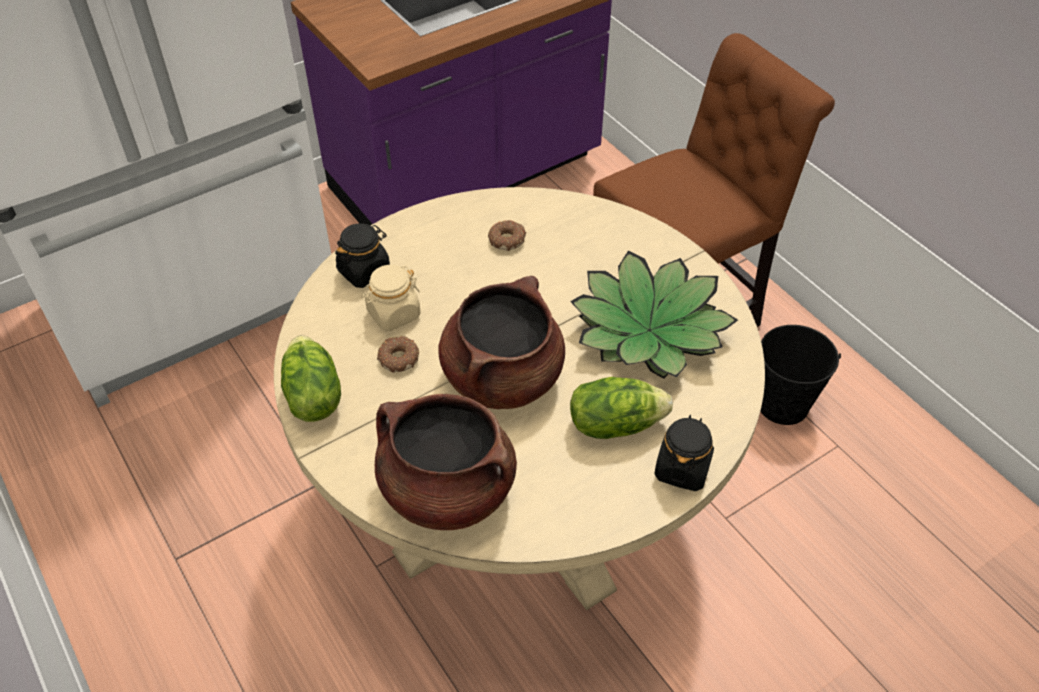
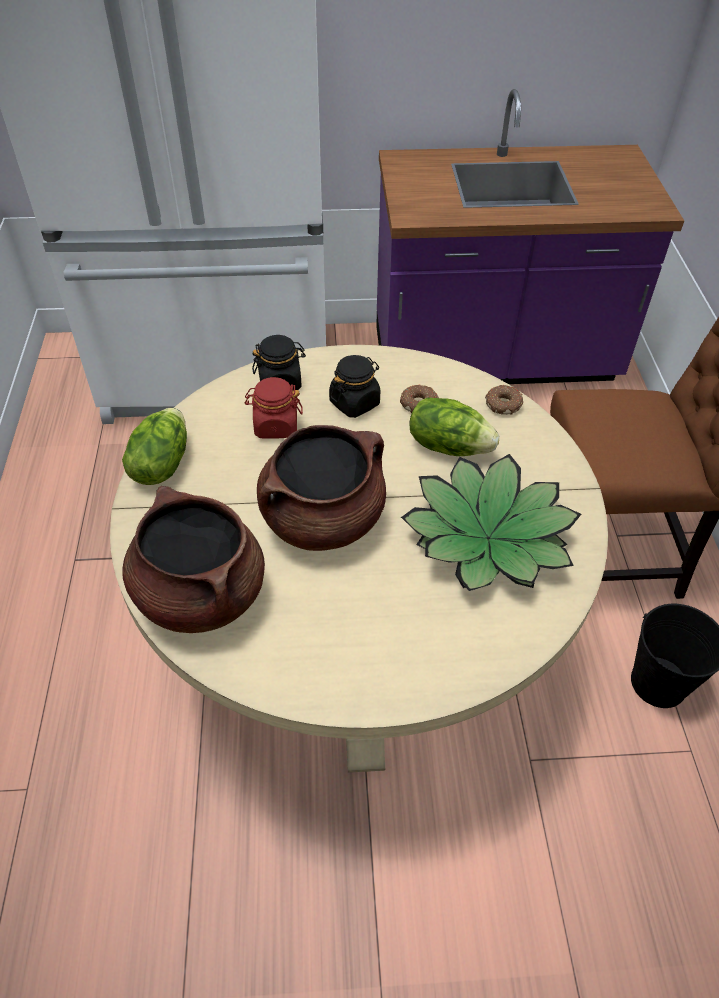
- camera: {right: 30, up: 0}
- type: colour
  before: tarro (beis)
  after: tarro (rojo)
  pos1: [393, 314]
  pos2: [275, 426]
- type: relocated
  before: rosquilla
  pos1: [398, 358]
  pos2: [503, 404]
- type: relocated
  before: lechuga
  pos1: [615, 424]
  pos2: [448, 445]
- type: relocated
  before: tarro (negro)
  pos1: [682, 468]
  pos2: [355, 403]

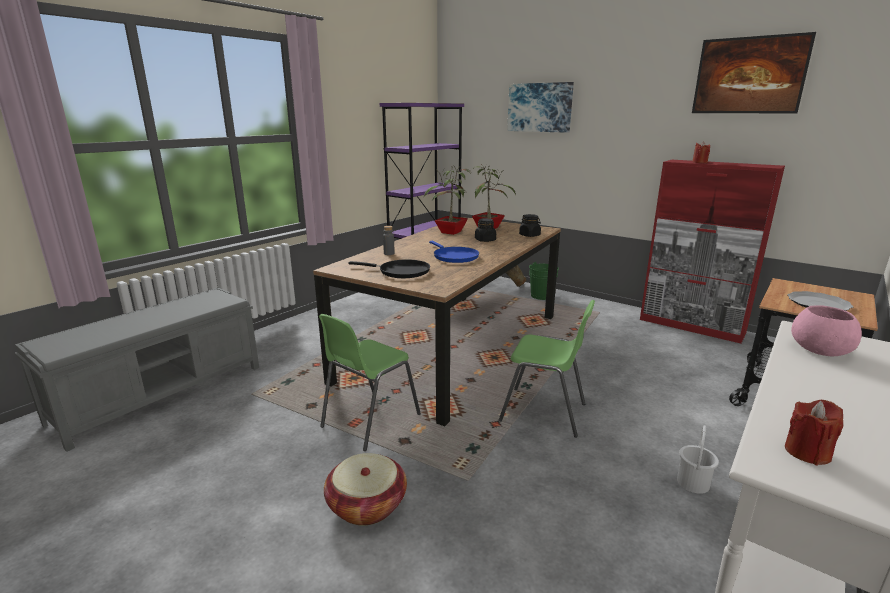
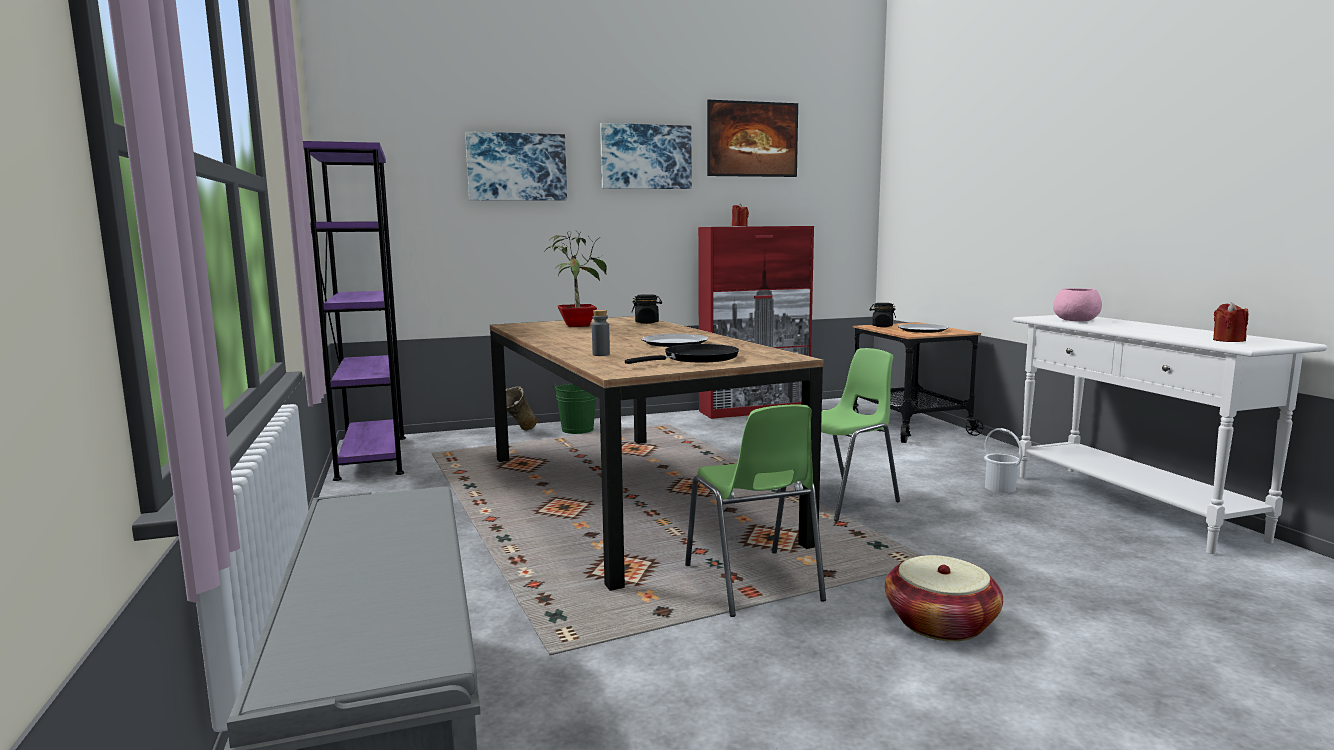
- camera: {right: -55, up: -10}
- type: missing
  before: planta en maceta
  pos1: [450, 232]
- type: exchanged
  before: sartén (azul)
  after: plato
  pos1: [454, 257]
  pos2: [675, 343]
- type: relocated
  before: tarro (negro)
  pos1: [485, 240]
  pos2: [882, 326]
- type: appeared
  after: cuadro
  pos2: [645, 157]

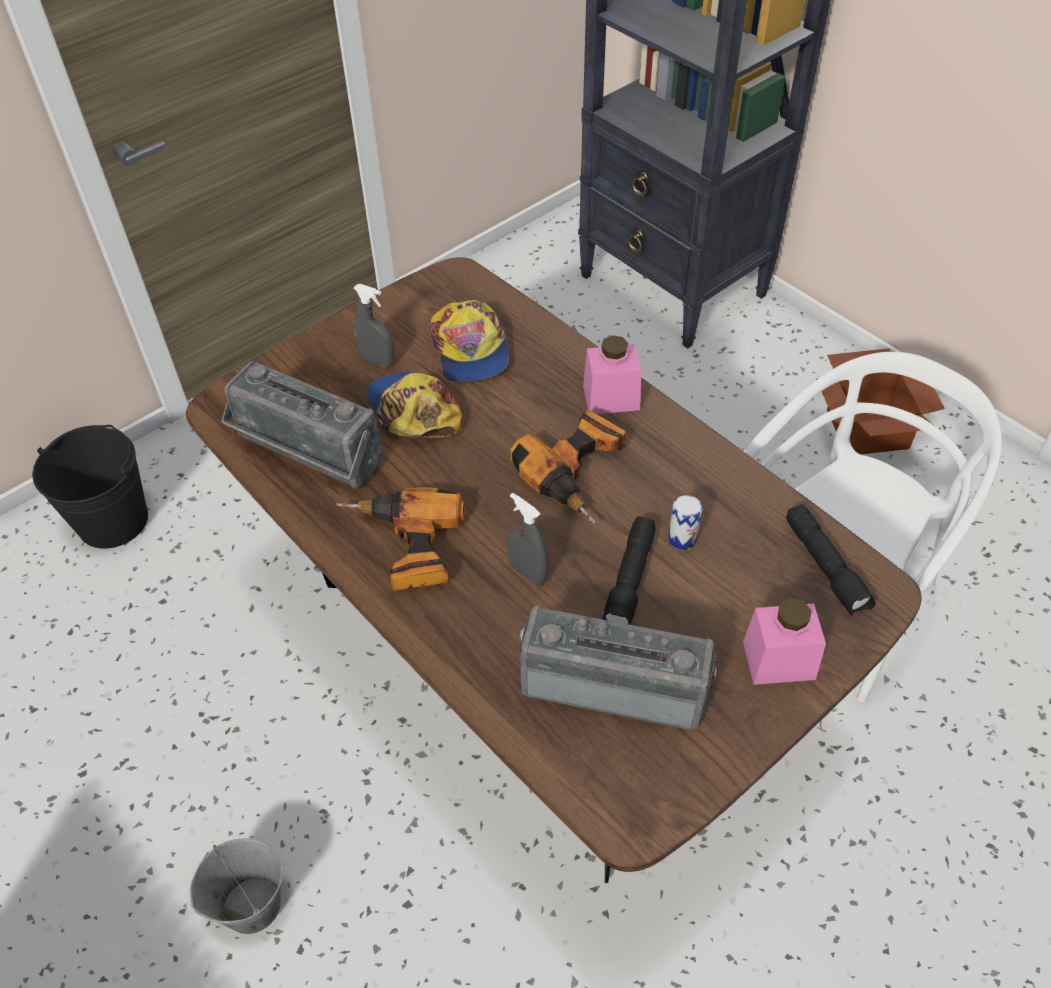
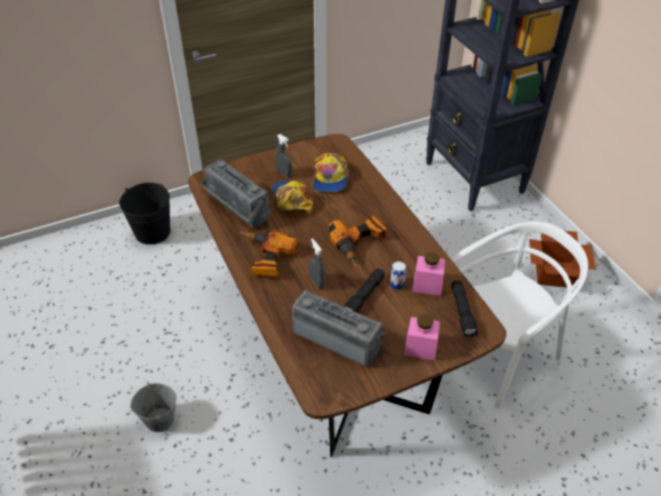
- camera: {right: 15, up: -5}
- type: relocated
  before: tarro (rosa)
  pos1: [611, 398]
  pos2: [427, 285]

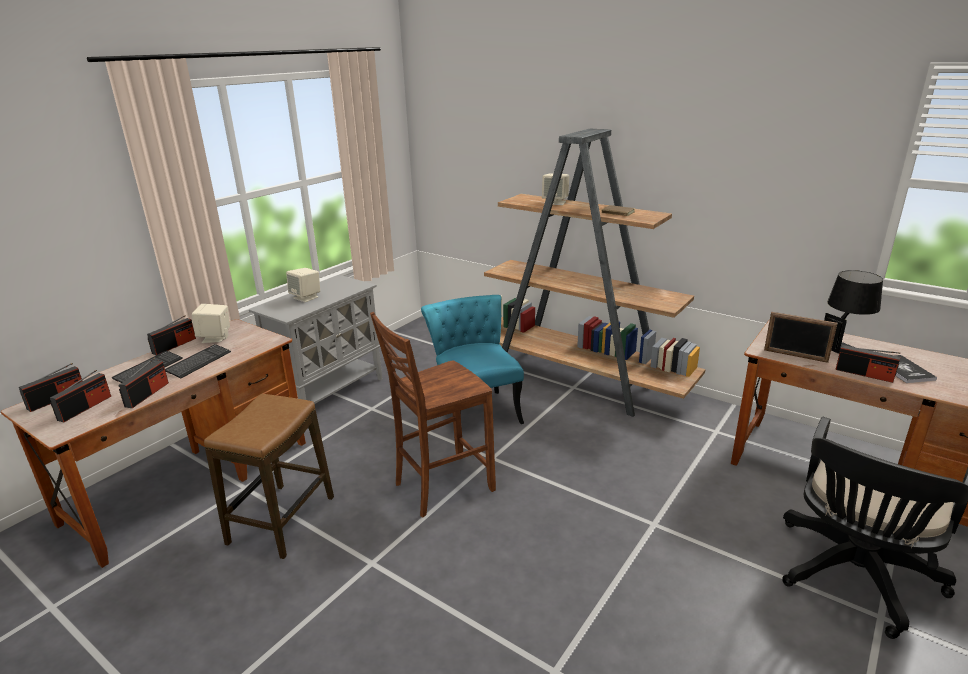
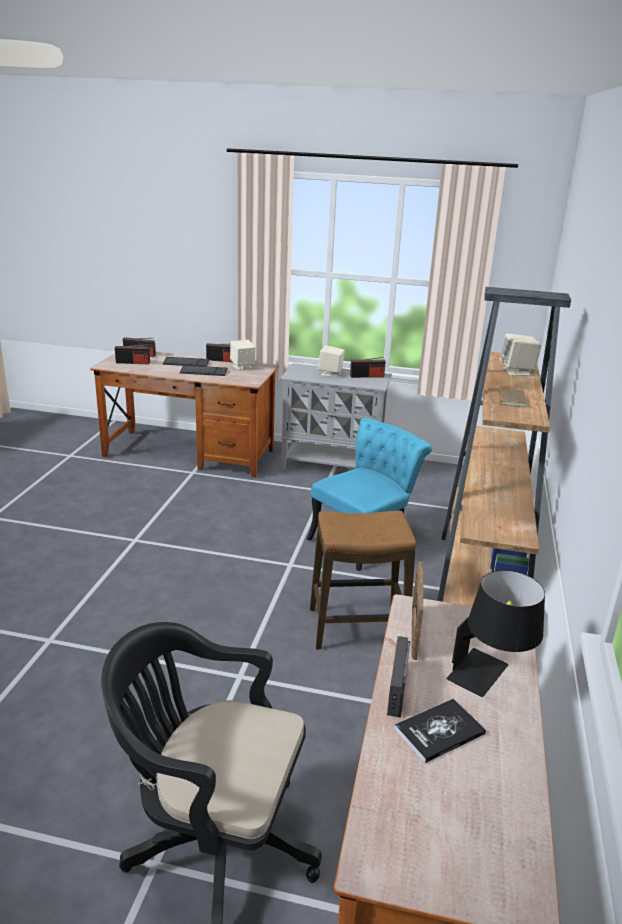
- camera: {right: 65, up: 0}
- type: relocated
  before: radio
  pos1: [147, 394]
  pos2: [367, 376]
- type: relocated
  before: taburete
  pos1: [282, 520]
  pos2: [357, 627]
- type: missing
  before: silla (marrón)
  pos1: [441, 486]

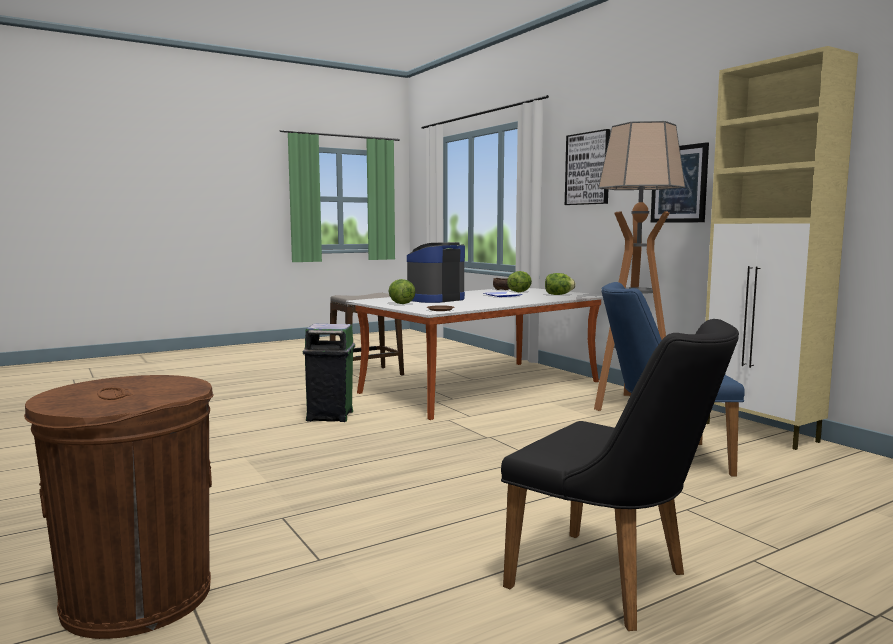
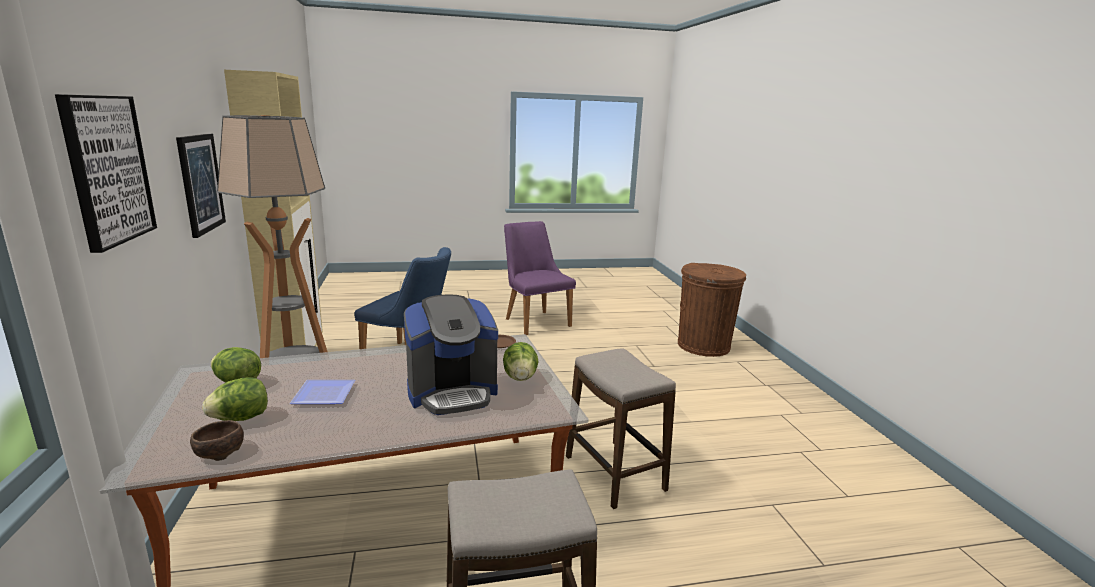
- camera: {right: -160, up: 10}
- type: exchanged
  before: papelera (verde)
  after: taburete
  pos1: [331, 416]
  pos2: [614, 473]
- type: colour
  before: silla (negro)
  after: silla (morado)
  pos1: [613, 583]
  pos2: [534, 320]

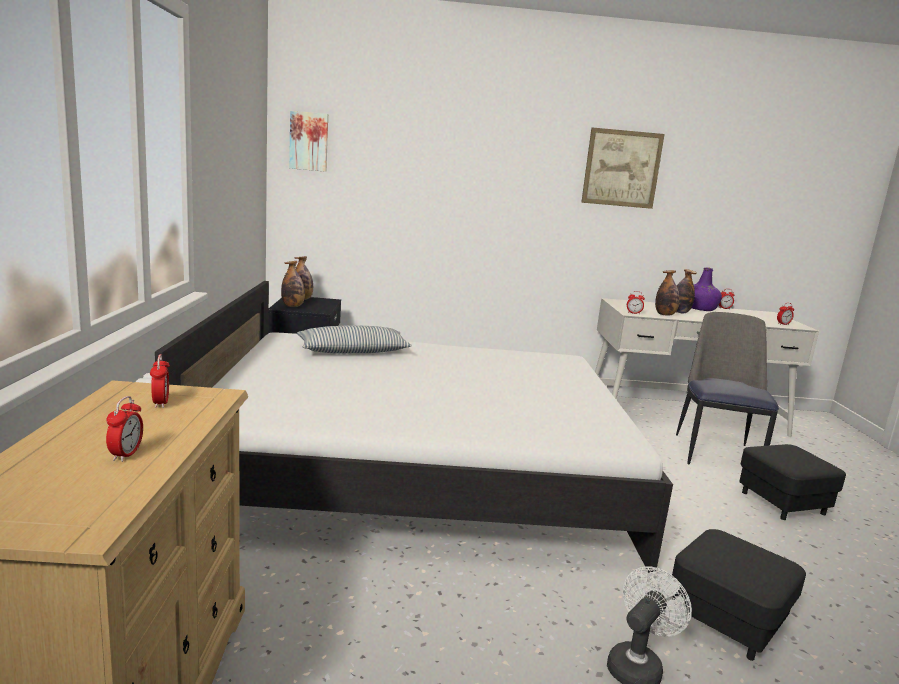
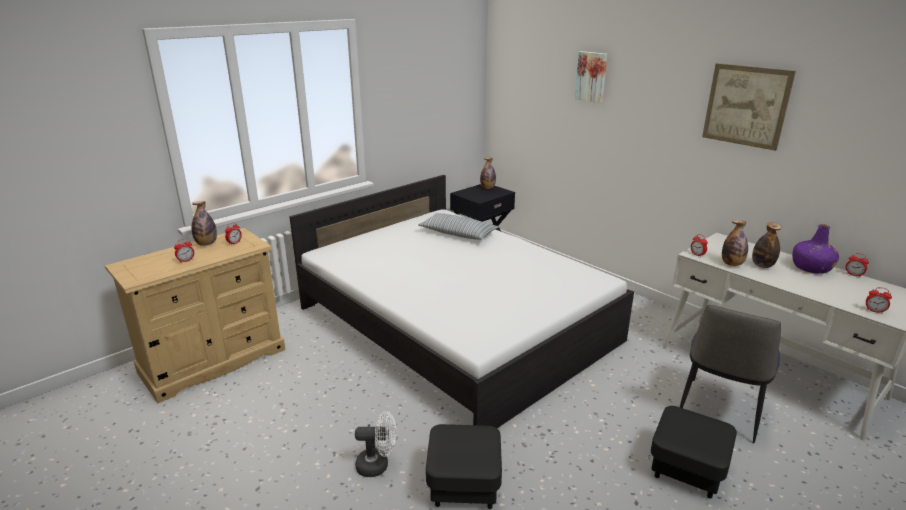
- camera: {right: 50, up: 10}
- type: relocated
  before: botella
  pos1: [293, 306]
  pos2: [206, 244]
- type: relocated
  before: cuadro
  pos1: [309, 141]
  pos2: [592, 76]
- type: spun
  before: silla
  pos1: [716, 453]
  pos2: [719, 411]
  turn: 150

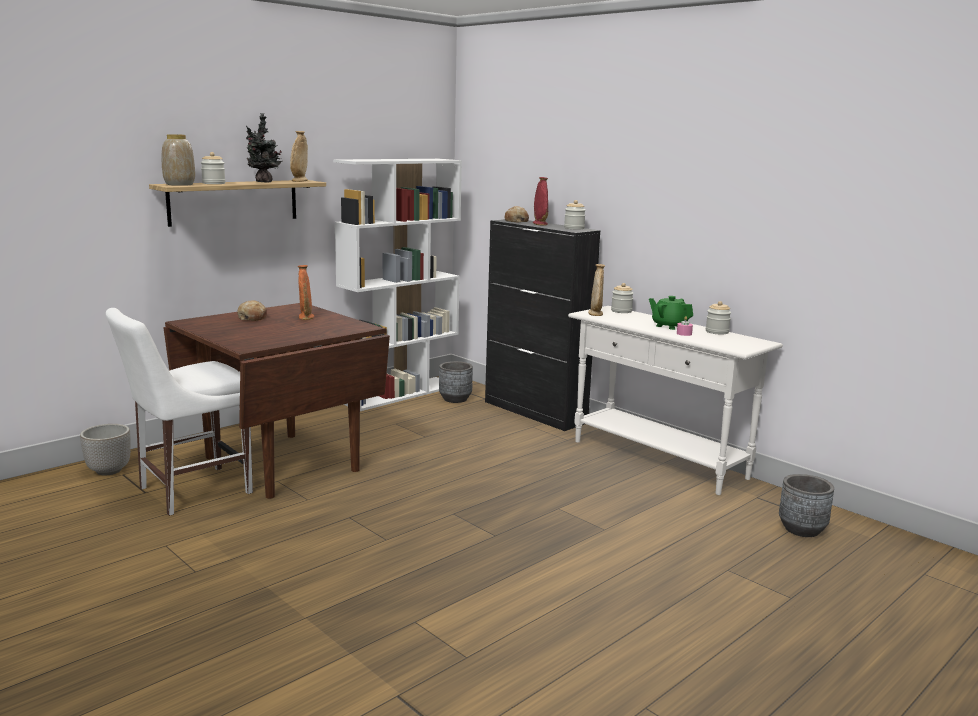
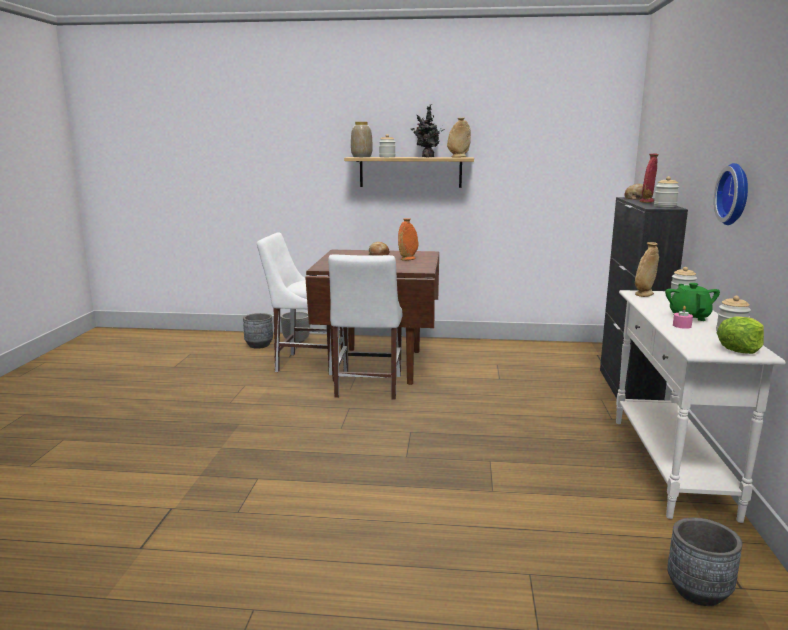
- camera: {right: 50, up: 0}
- type: missing
  before: estantería (blanco)
  pos1: [400, 393]
- type: relocated
  before: maceta (gris)
  pos1: [455, 399]
  pos2: [259, 345]
- type: appeared
  after: silla (blanco)
  pos2: [367, 387]
- type: appeared
  after: reloj de pared
  pos2: [736, 194]
- type: appeared
  after: lechuga
  pos2: [740, 349]

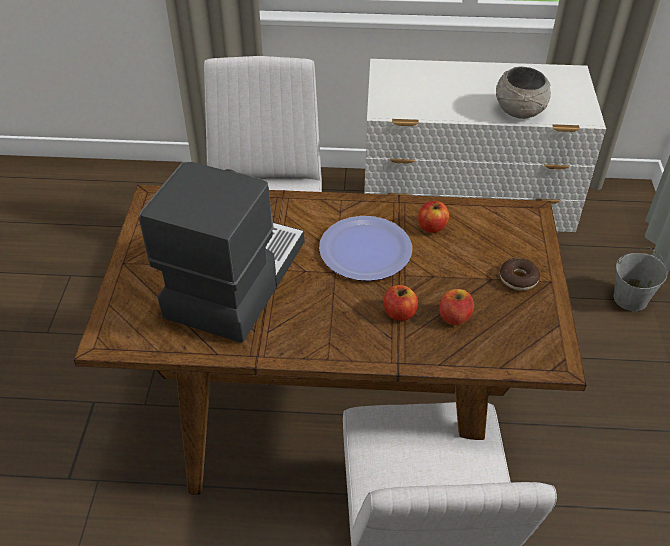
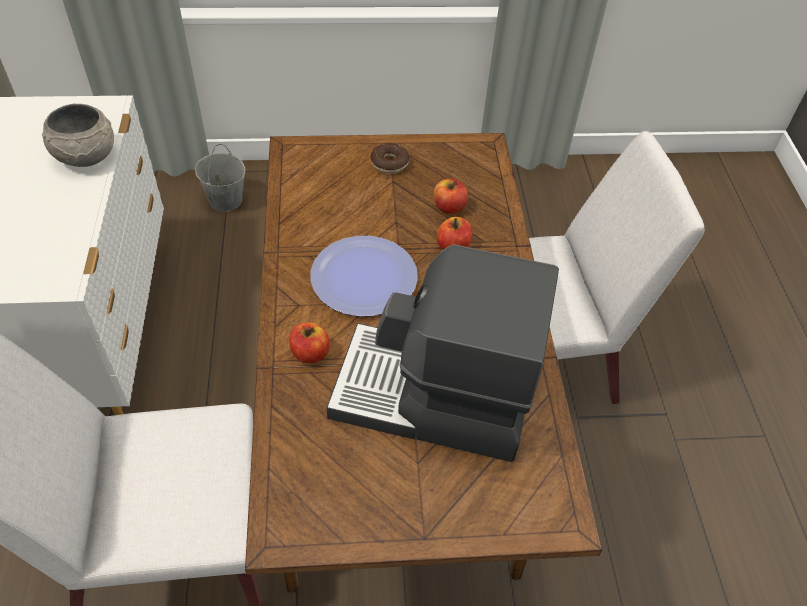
- camera: {right: -100, up: 5}
- type: relocated
  before: manzana
  pos1: [432, 227]
  pos2: [310, 353]

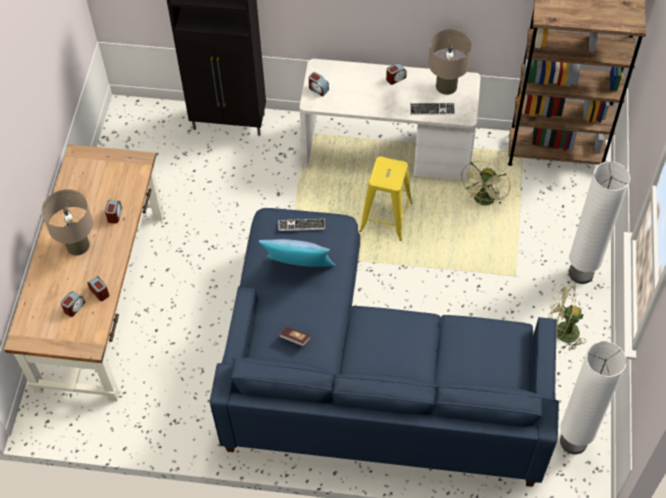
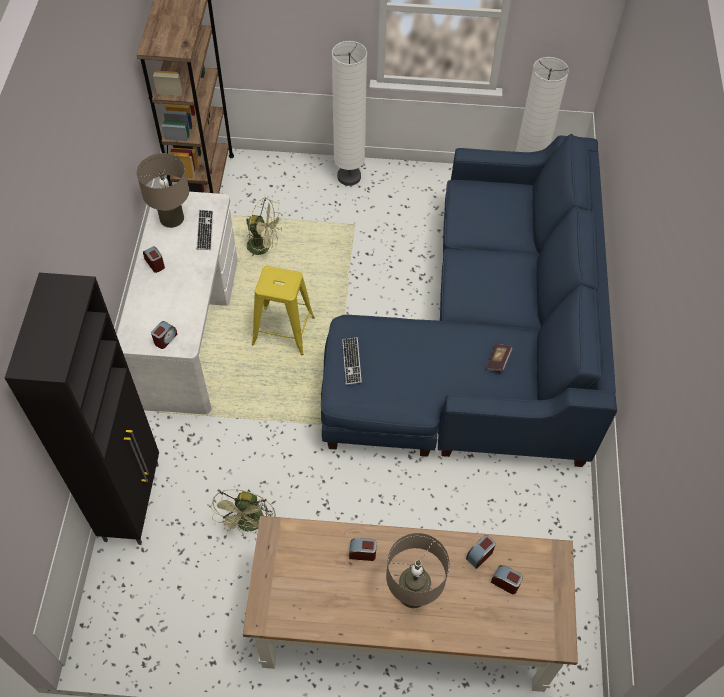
- camera: {right: -95, up: 0}
- type: missing
  before: cojín
  pos1: [298, 271]
- type: relocated
  before: ventilador (verde)
  pos1: [561, 332]
  pos2: [249, 525]

